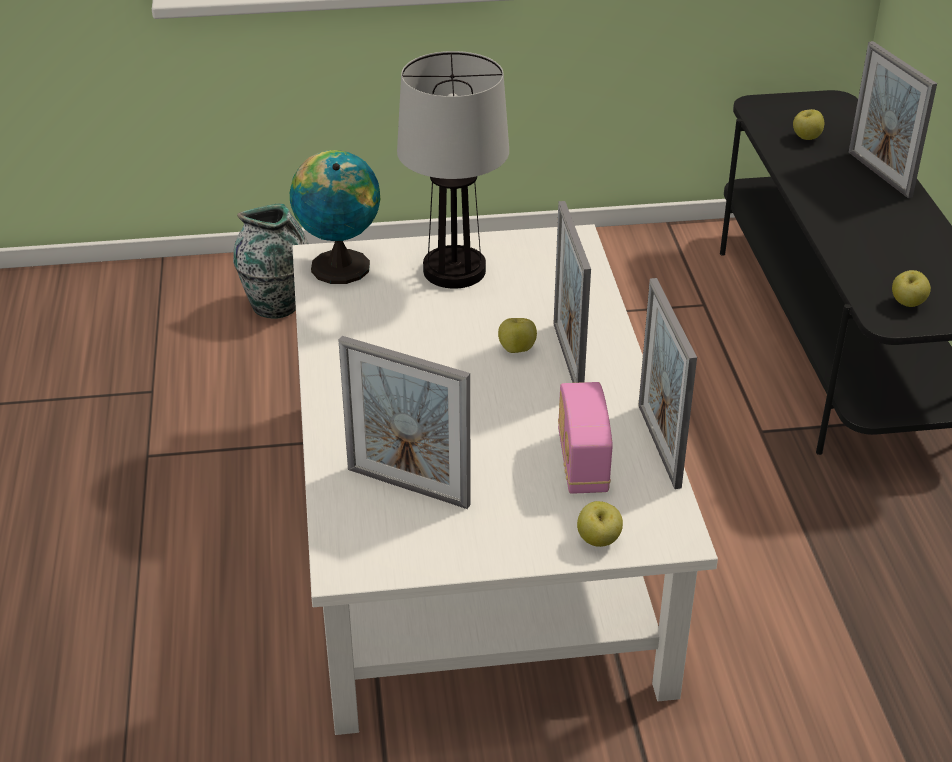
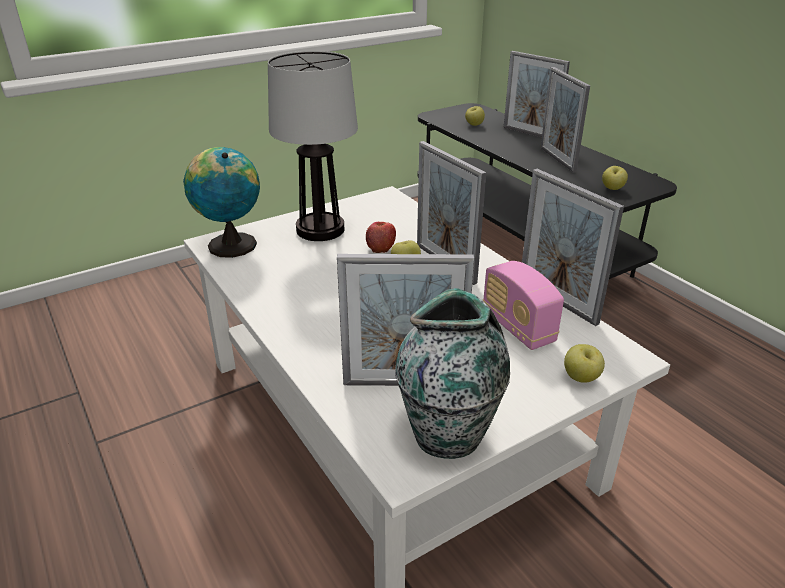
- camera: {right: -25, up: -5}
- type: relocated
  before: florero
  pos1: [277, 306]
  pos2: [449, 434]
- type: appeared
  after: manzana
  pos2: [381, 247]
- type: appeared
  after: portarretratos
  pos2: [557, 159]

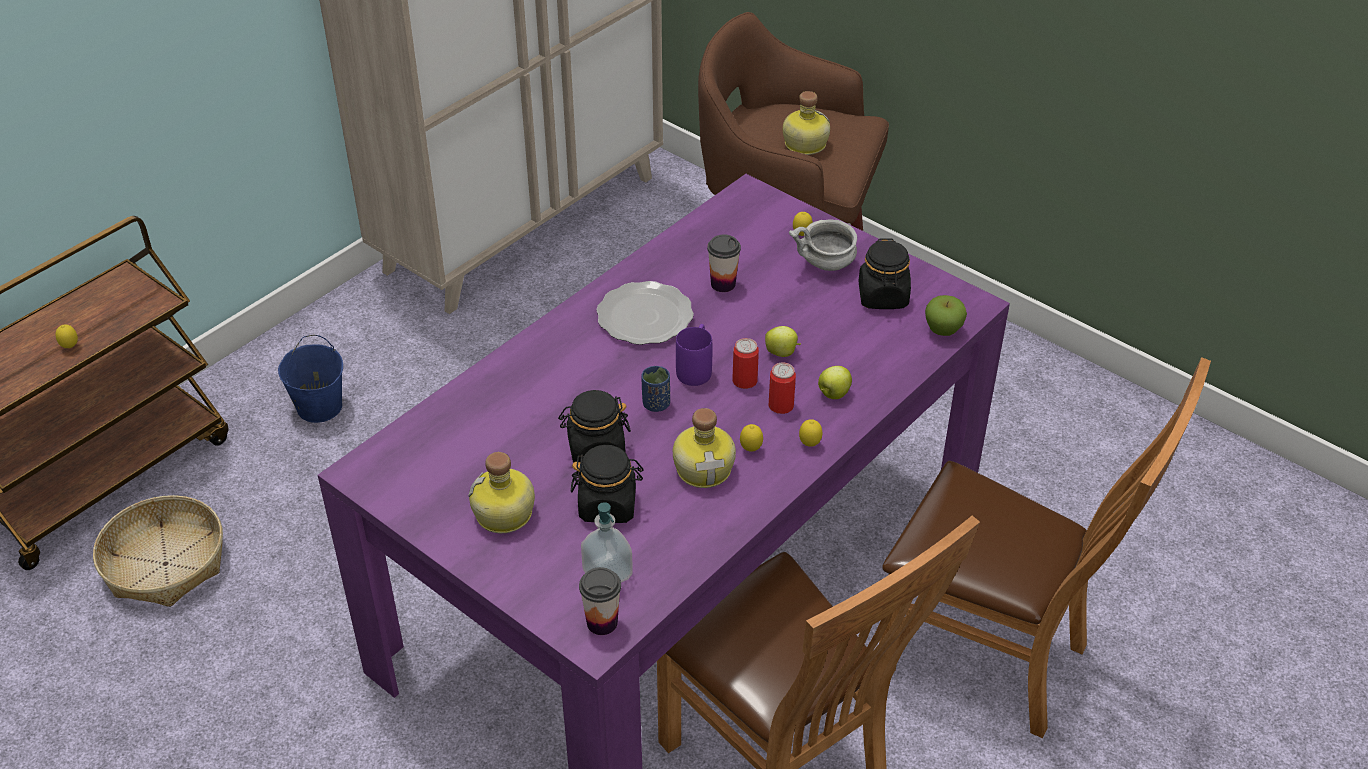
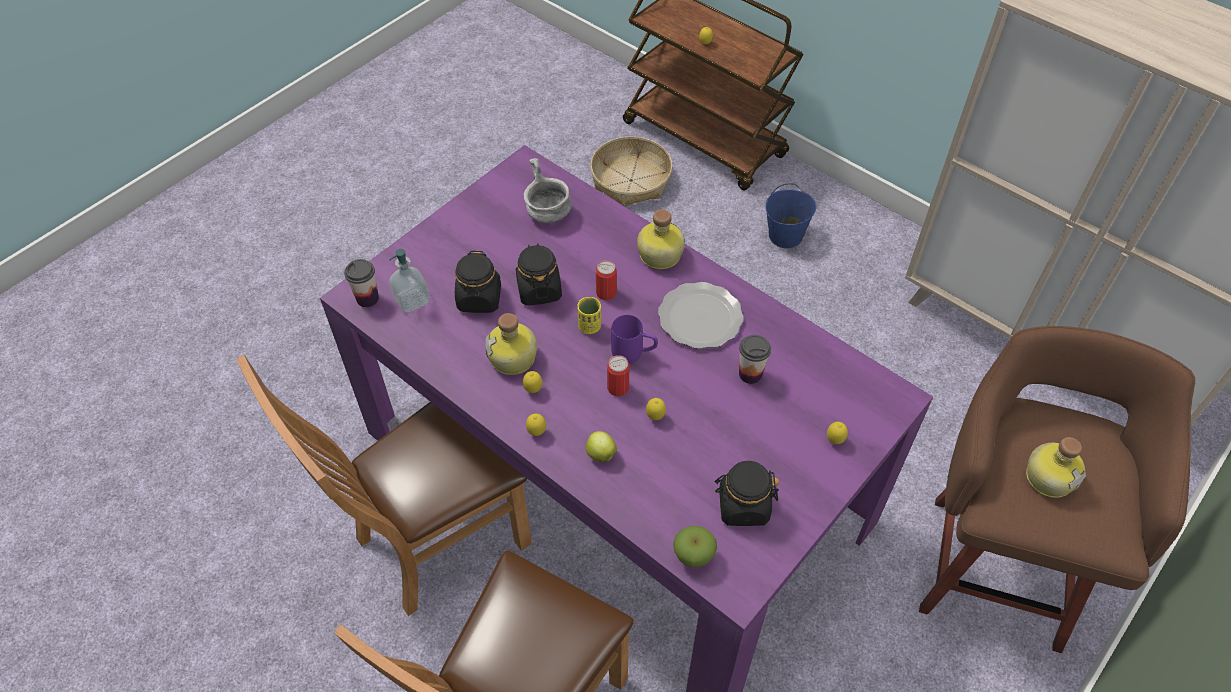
- camera: {right: 90, up: 10}
- type: relocated
  before: botella
  pos1: [504, 515]
  pos2: [658, 255]
- type: colour
  before: taza (azul)
  after: taza (amarillo)
  pos1: [656, 404]
  pos2: [589, 326]
- type: exchanged
  before: manzana
  after: limón
  pos1: [782, 353]
  pos2: [655, 417]
- type: relocated
  before: lata
  pos1: [781, 405]
  pos2: [606, 293]
- type: relocated
  before: cuenco (gris)
  pos1: [826, 264]
  pos2: [547, 213]

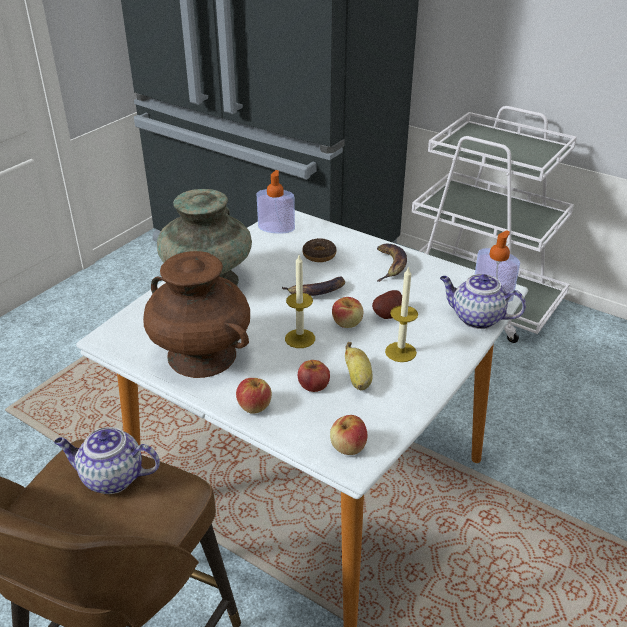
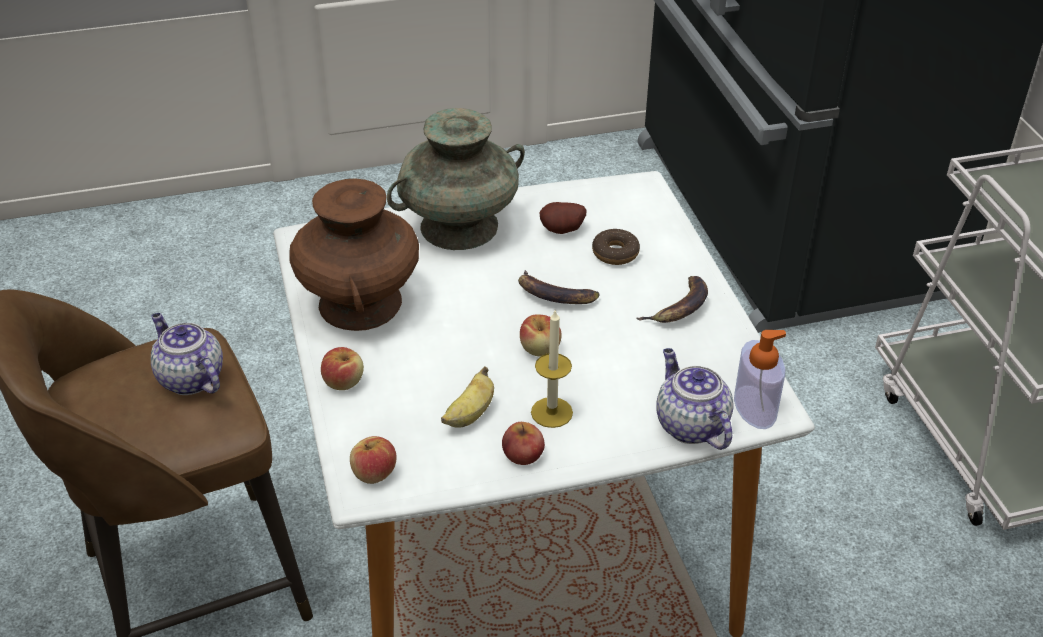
- camera: {right: 40, up: 5}
- type: missing
  before: dispensador de jabón
  pos1: [276, 228]
- type: missing
  before: vela
  pos1: [300, 338]
- type: relocated
  before: manzana
  pos1: [313, 384]
  pos2: [523, 454]
- type: relocated
  before: patata
  pos1: [389, 316]
  pos2: [563, 231]

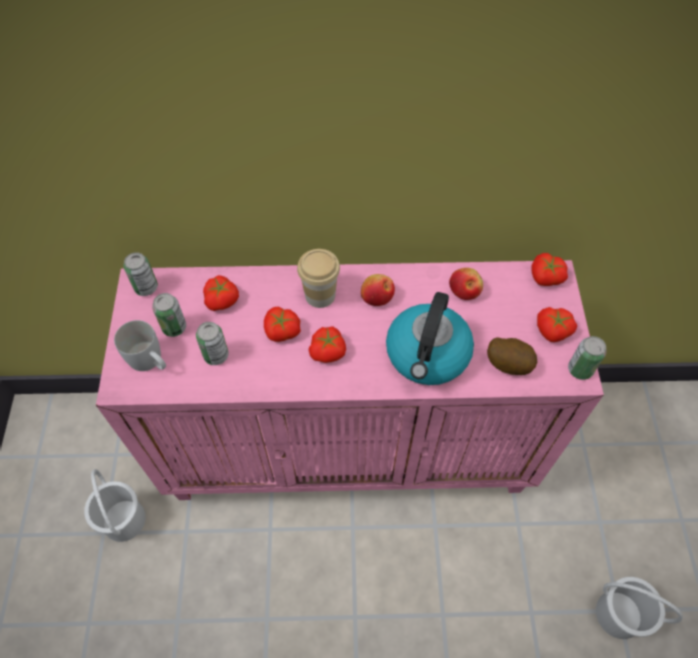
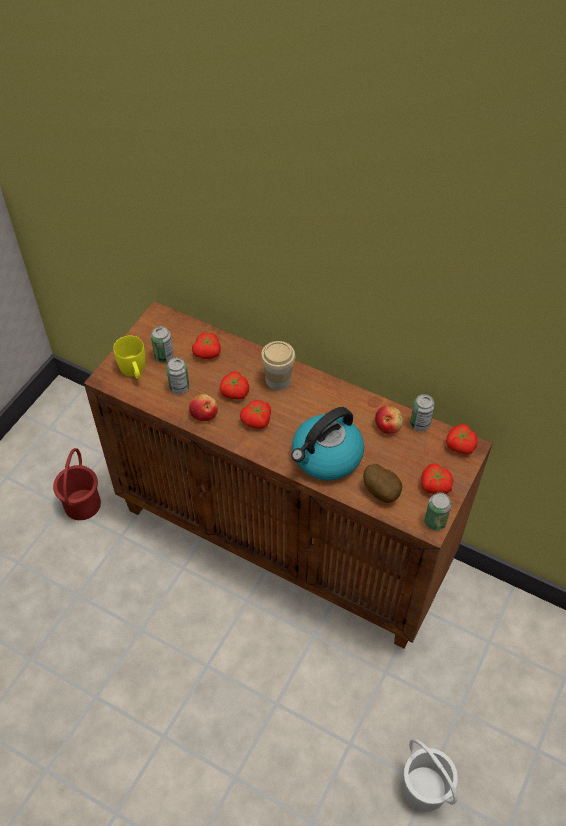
- camera: {right: 30, up: -5}
- type: colour
  before: cubo (blanco)
  after: cubo (rojo)
  pos1: [124, 519]
  pos2: [83, 504]
- type: colour
  before: armario (rosa)
  after: armario (marrón)
  pos1: [351, 445]
  pos2: [285, 538]
- type: colour
  before: taza grande (blanco)
  after: taza grande (amarillo)
  pos1: [150, 361]
  pos2: [134, 371]
- type: relocated
  before: lata
  pos1: [146, 287]
  pos2: [420, 424]
- type: relocated
  before: manzana
  pos1: [377, 297]
  pos2: [204, 414]

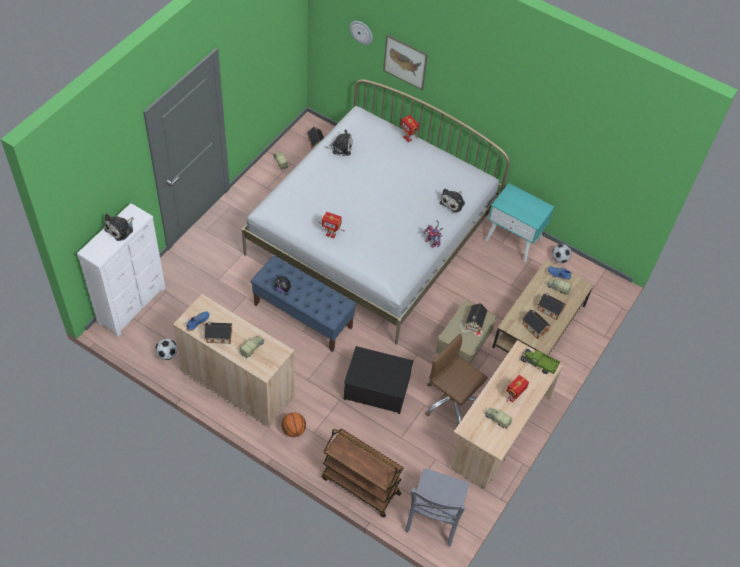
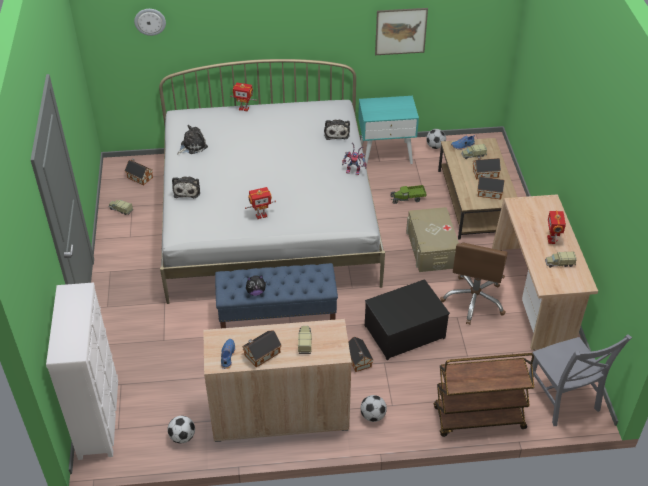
- camera: {right: -35, up: -10}
- type: relocated
  before: peluche
  pos1: [120, 229]
  pos2: [187, 190]
- type: exchanged
  before: balón de baloncesto
  after: balón de fútbol
  pos1: [293, 430]
  pos2: [372, 416]
- type: relocated
  before: cuadro
  pos1: [405, 62]
  pos2: [401, 31]
- type: spun
  before: silla de oficina (marrón)
  pos1: [451, 402]
  pos2: [474, 300]
  turn: -75
- type: relocated
  before: casita
  pos1: [474, 322]
  pos2: [358, 361]
- type: relocated
  before: camión de juguete
  pos1: [538, 364]
  pos2: [408, 198]

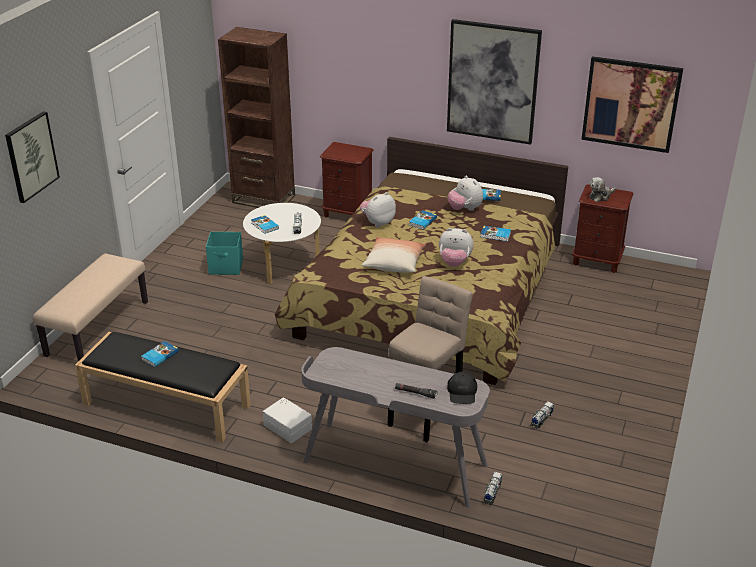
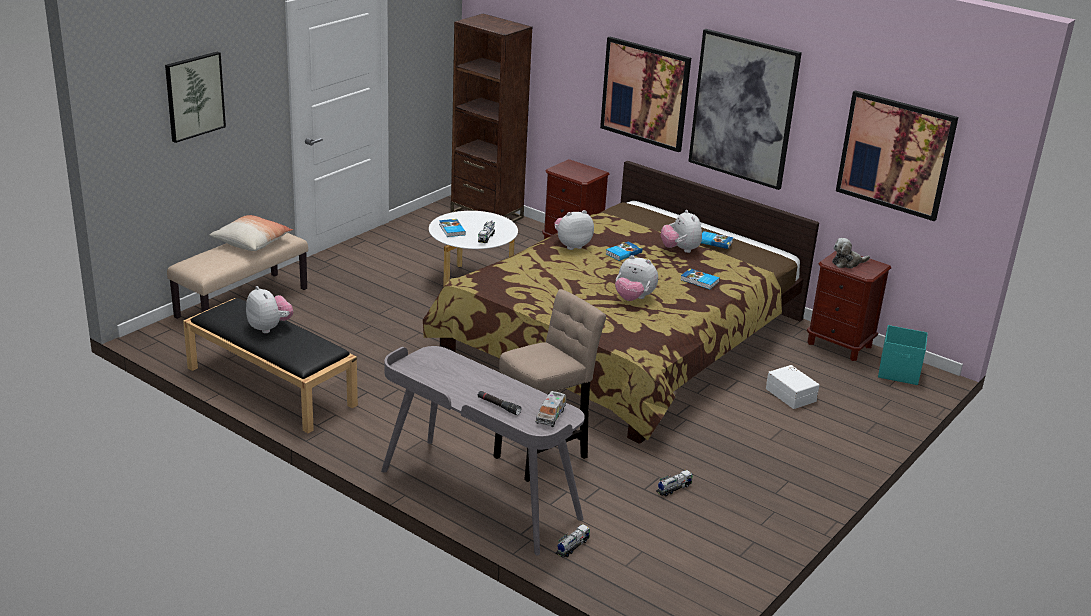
- camera: {right: 15, up: -5}
- type: exchanged
  before: libro
  after: peluche
  pos1: [159, 355]
  pos2: [269, 328]
- type: relocated
  before: caja de almacenaje (turquesa)
  pos1: [226, 267]
  pos2: [899, 373]
- type: relocated
  before: caja de almacenaje (blanco)
  pos1: [288, 426]
  pos2: [791, 394]
- type: relocated
  before: cojín
  pos1: [394, 263]
  pos2: [252, 242]
- type: exchanged
  before: gorra (negro)
  after: camión de juguete
  pos1: [462, 392]
  pos2: [550, 416]
- type: appeared
  after: cuadro
  pos2: [645, 93]

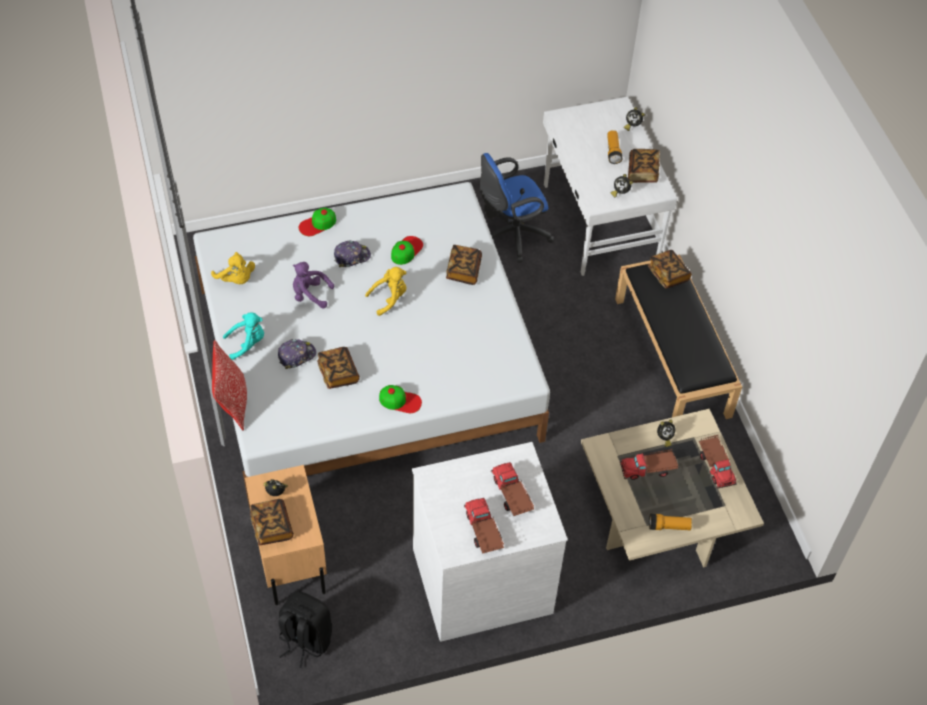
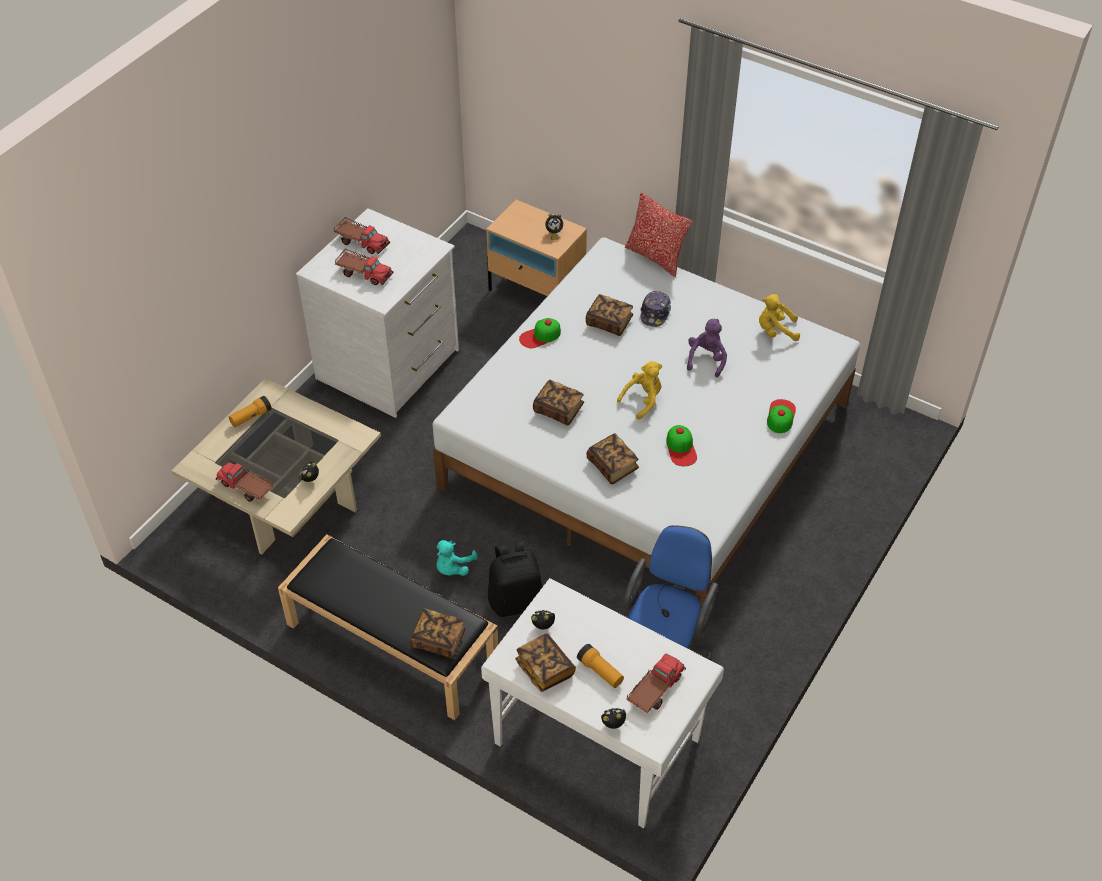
- camera: {right: 140, up: -5}
- type: relocated
  before: peluche (turquesa)
  pos1: [247, 343]
  pos2: [453, 567]
- type: relocated
  before: libro
  pos1: [272, 527]
  pos2: [558, 410]
- type: relocated
  before: mochila (negro)
  pos1: [304, 639]
  pos2: [516, 600]
- type: spun
  before: peluche (morado)
  pos1: [310, 294]
  pos2: [706, 359]
  turn: -45
- type: missing
  before: gorra
  pos1: [351, 256]
- type: spun
  before: peluche (amarillo)
  pos1: [389, 298]
  pos2: [643, 400]
  turn: -150
- type: relocated
  before: camión de juguete
  pos1: [648, 469]
  pos2: [654, 689]

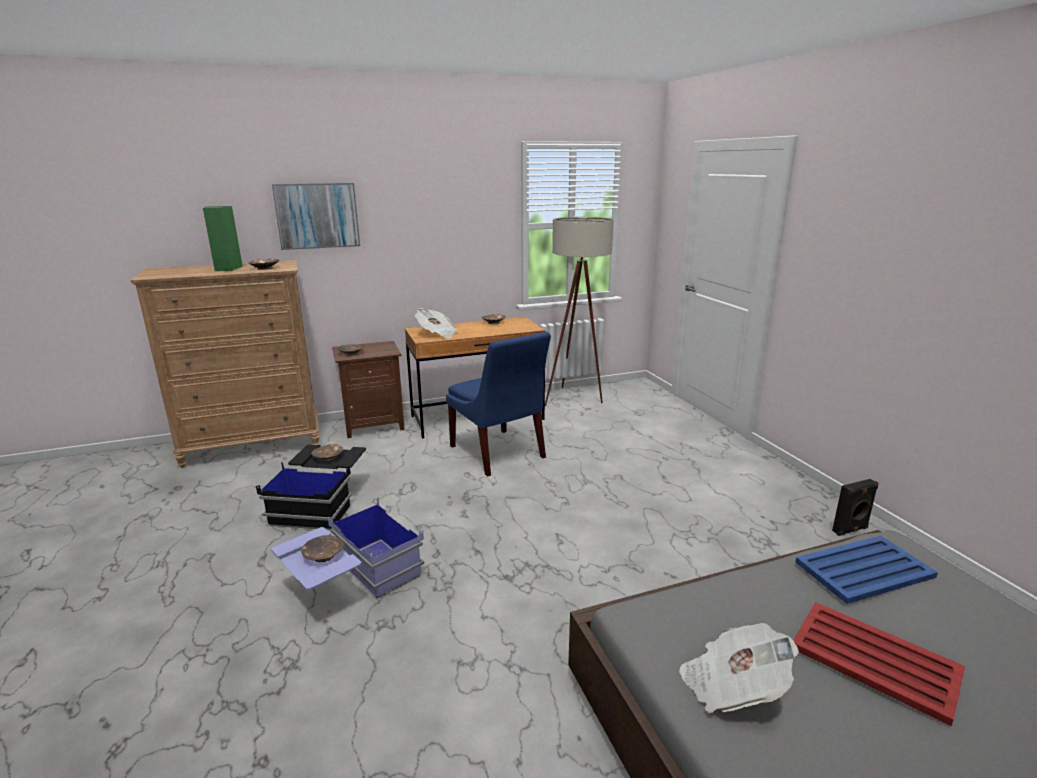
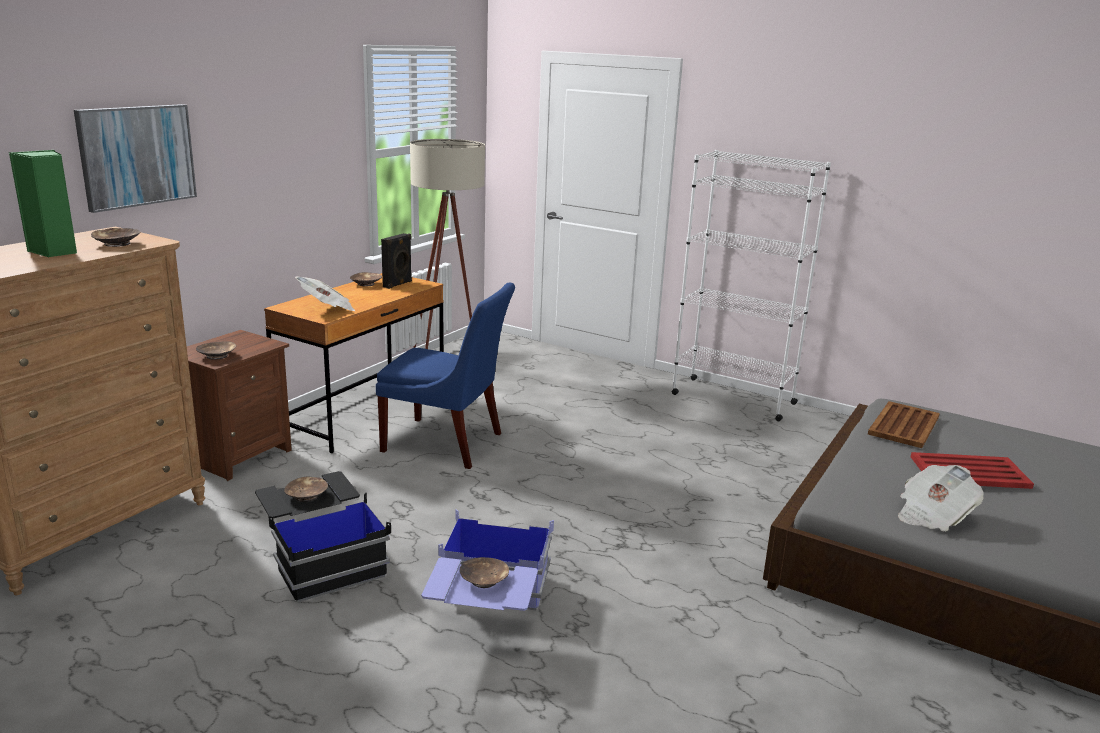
- camera: {right: -40, up: 0}
- type: colour
  before: bandeja (azul)
  after: bandeja (marrón)
  pos1: [863, 569]
  pos2: [903, 426]
- type: relocated
  before: altavoz (negro)
  pos1: [850, 530]
  pos2: [398, 284]
- type: appeared
  after: estantería (blanco)
  pos2: [732, 398]

